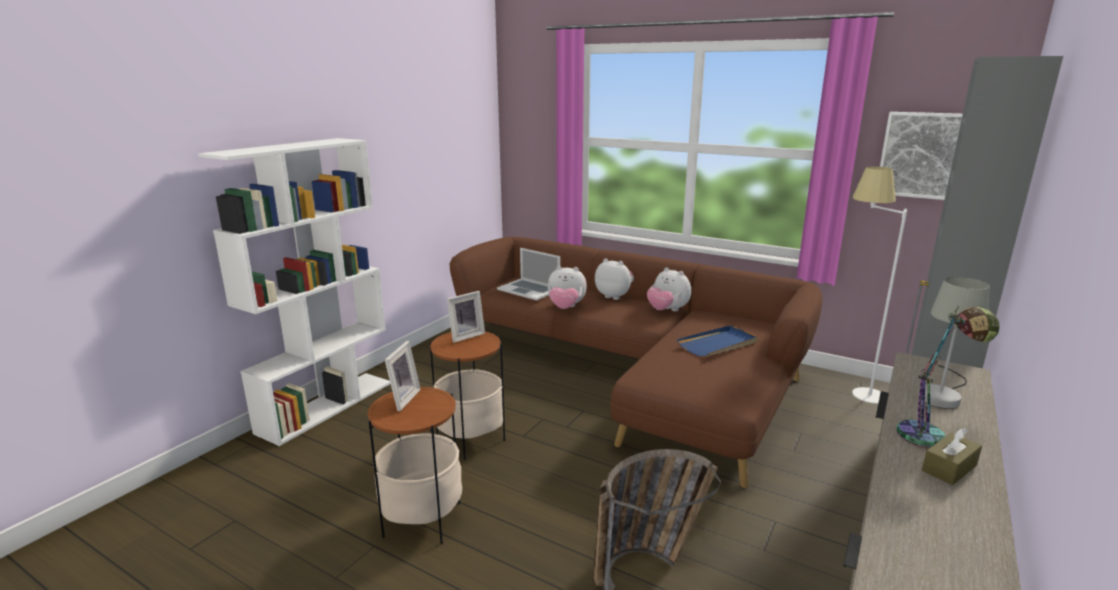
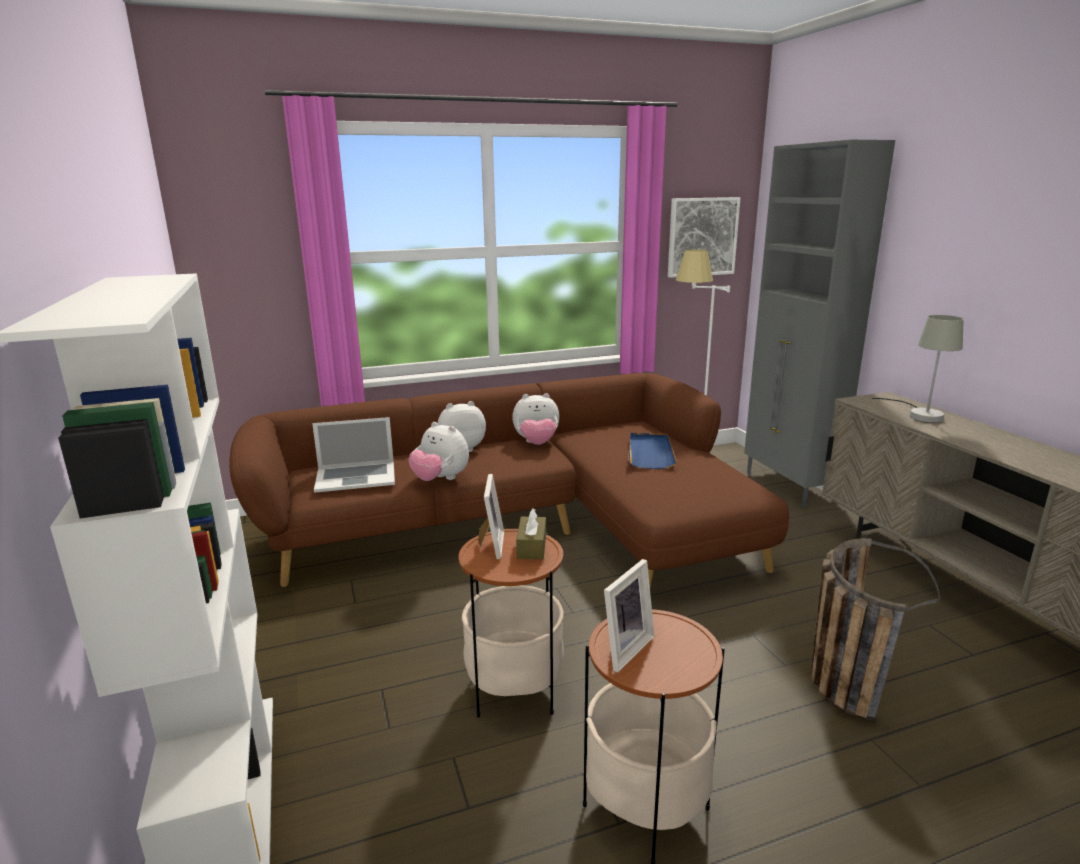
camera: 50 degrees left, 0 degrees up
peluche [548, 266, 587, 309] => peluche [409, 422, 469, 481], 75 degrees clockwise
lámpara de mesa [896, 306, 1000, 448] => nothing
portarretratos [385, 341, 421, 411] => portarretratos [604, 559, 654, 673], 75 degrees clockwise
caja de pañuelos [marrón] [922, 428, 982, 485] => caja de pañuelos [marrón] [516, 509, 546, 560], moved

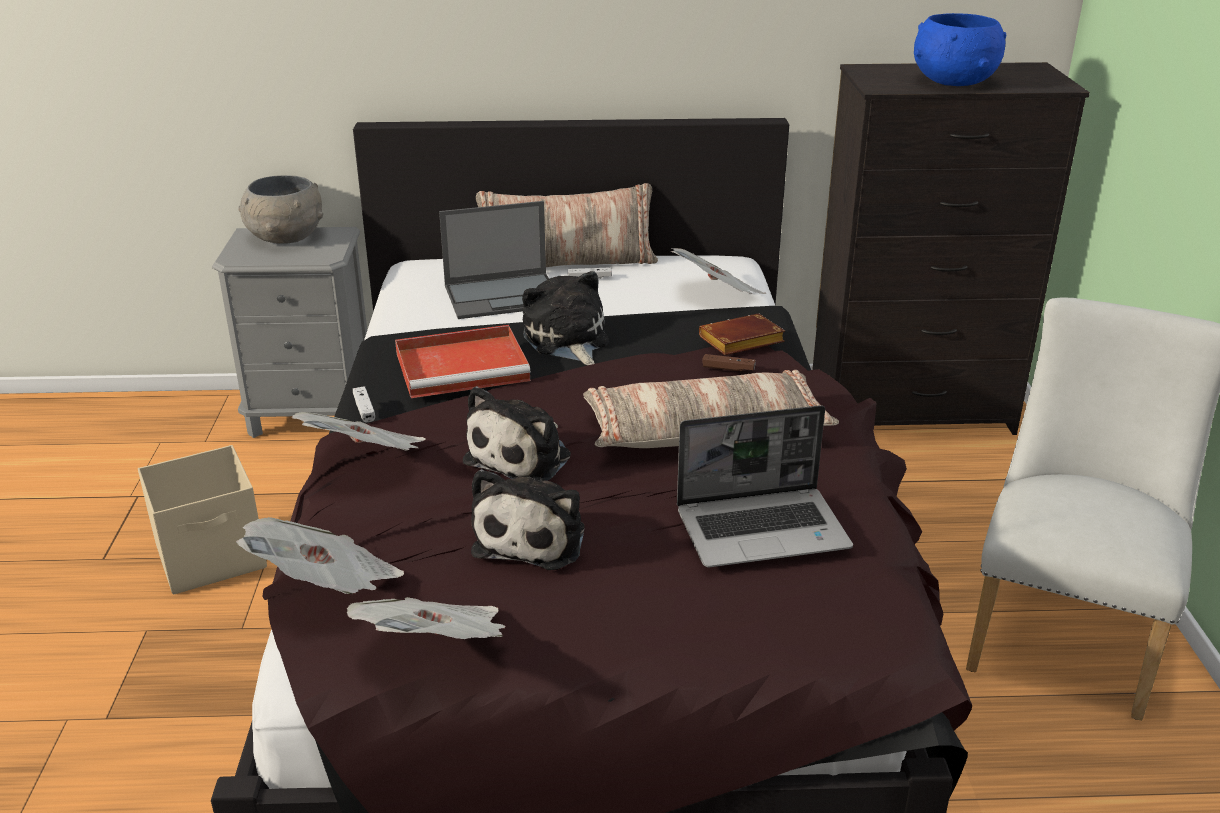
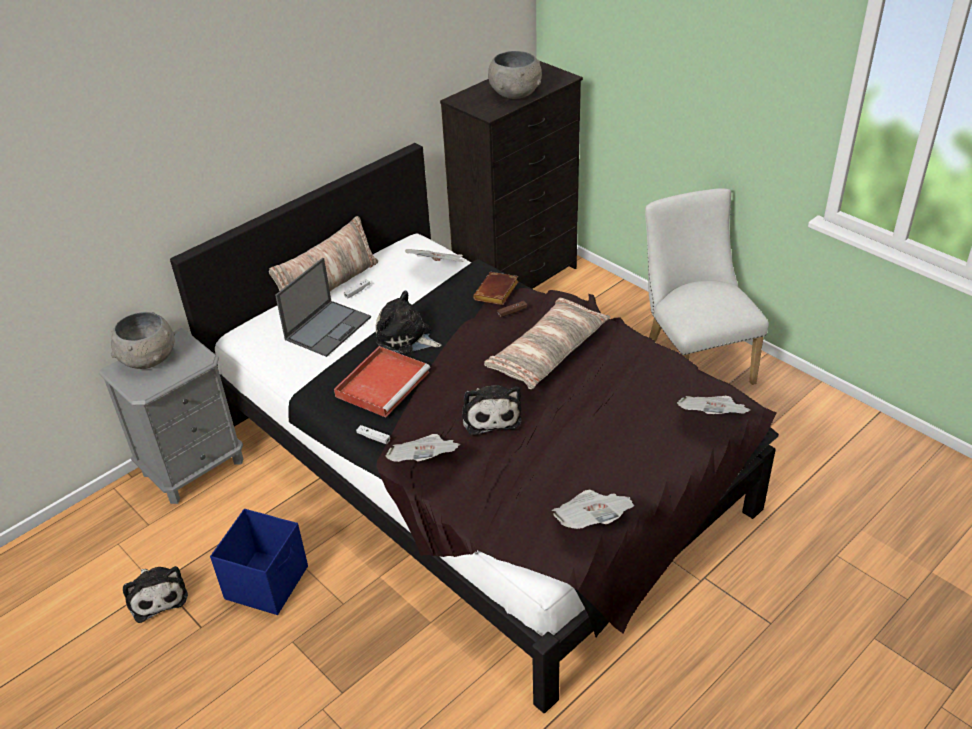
camera: 40 degrees left, 10 degrees up
cuenco [azul] [914, 13, 1006, 86] => cuenco [gris] [488, 51, 542, 99]
portátil [677, 405, 853, 567] => nothing
caja de almacenaje [beis] [138, 445, 267, 595] => caja de almacenaje [azul] [210, 509, 308, 615]
peluche [471, 469, 585, 570] => peluche [123, 566, 188, 623], moved
periódico [236, 517, 404, 594] => periódico [677, 396, 751, 414], moved

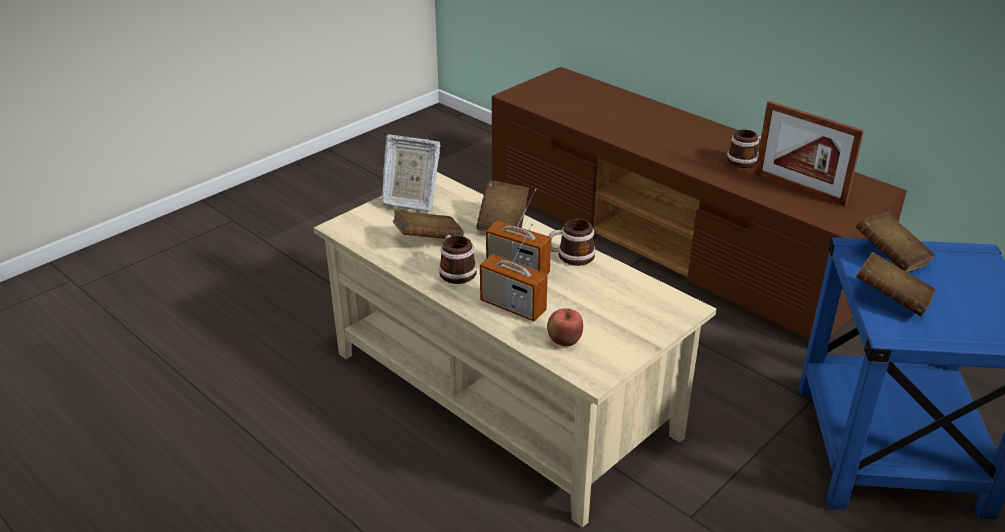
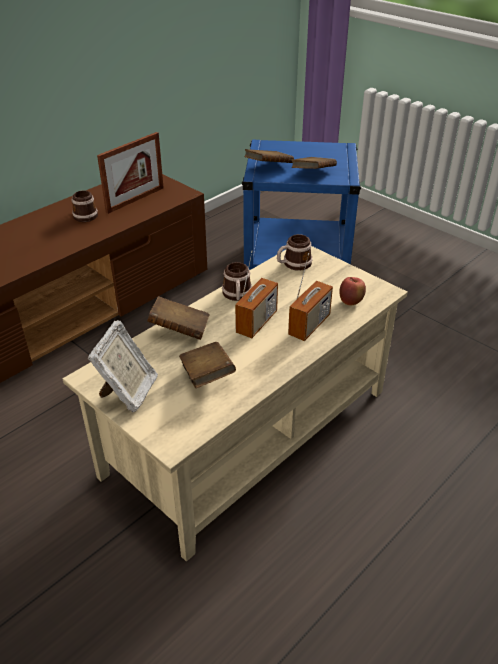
camera: 90 degrees left, 5 degrees up
taza grande [439, 235, 477, 284] => taza grande [277, 234, 312, 271], moved

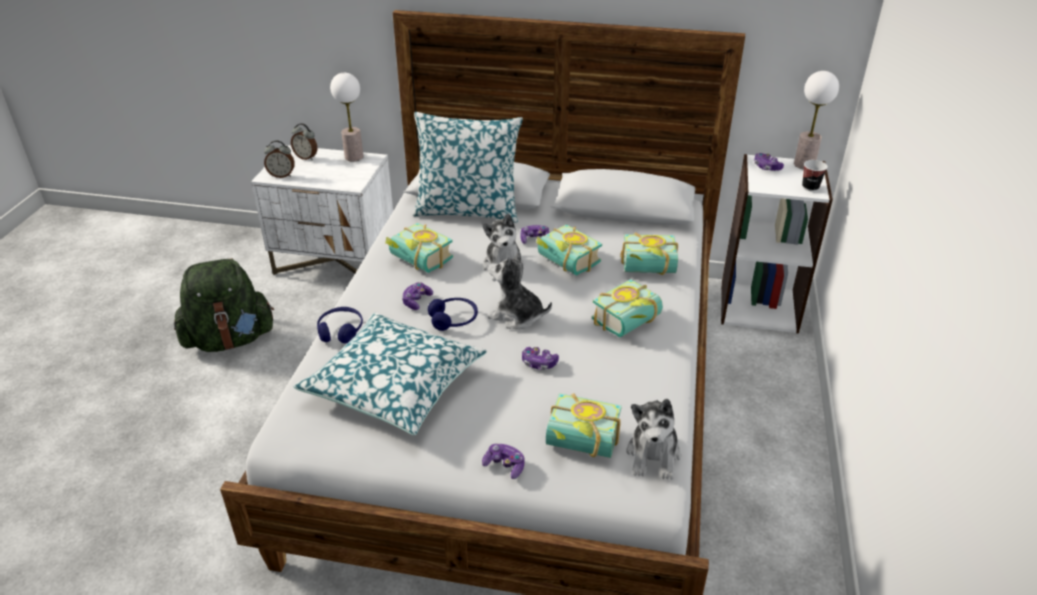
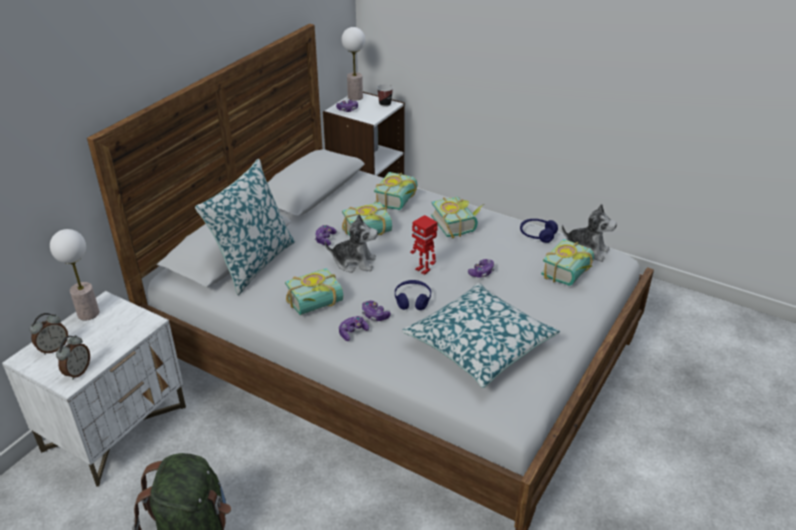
camera: 70 degrees left, 0 degrees up
peluche [488, 252, 552, 329] => robot de juguete [410, 215, 438, 275]
auriculares [azul] [317, 307, 363, 344] => auriculares [azul] [520, 219, 558, 243], moved
mando de consola [482, 443, 524, 479] => mando de consola [339, 316, 369, 341], moved

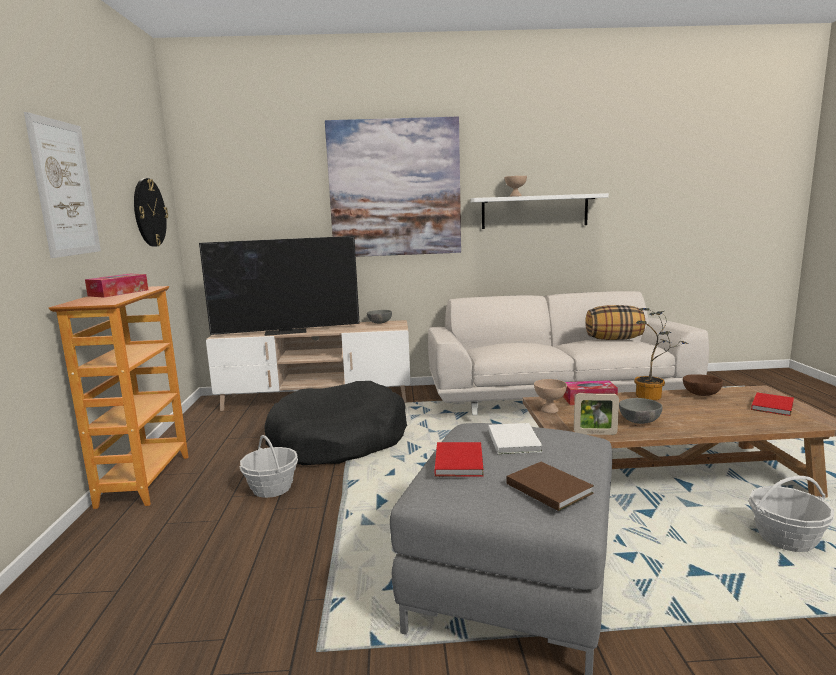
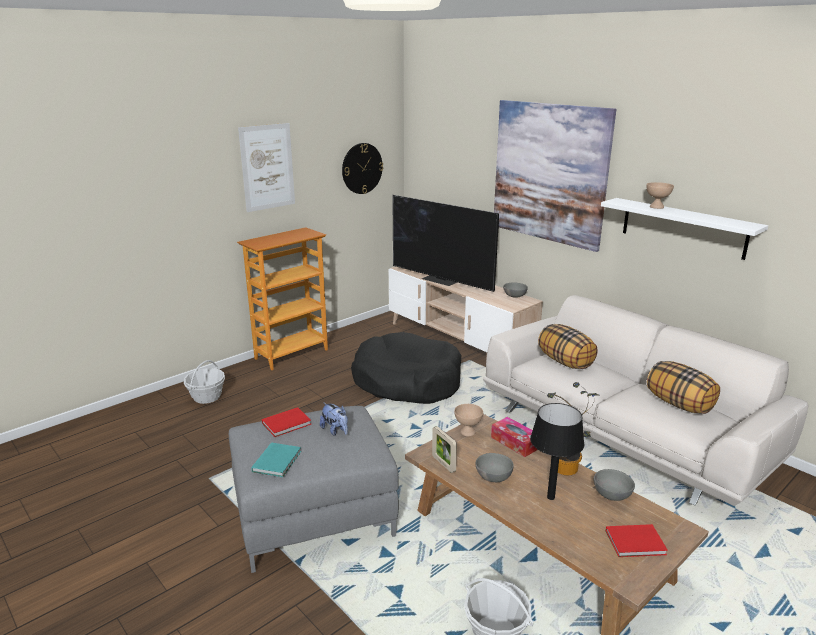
camera: 50 degrees right, 10 degrees up
caja de pañuelos [85, 274, 148, 298] => nothing
cuenco [marrón] [683, 374, 723, 396] => cuenco [gris] [594, 469, 635, 501]
libro [blanco] [488, 423, 542, 454] => peluche [320, 402, 348, 436]
cesta [240, 435, 298, 498] => cesta [184, 360, 225, 404], moved
libro [marrón] [506, 462, 594, 511] => libro [turquesa] [251, 442, 301, 477]
nothing => cojín [538, 324, 598, 369]
nothing => lámpara de mesa [negro] [530, 403, 584, 500]

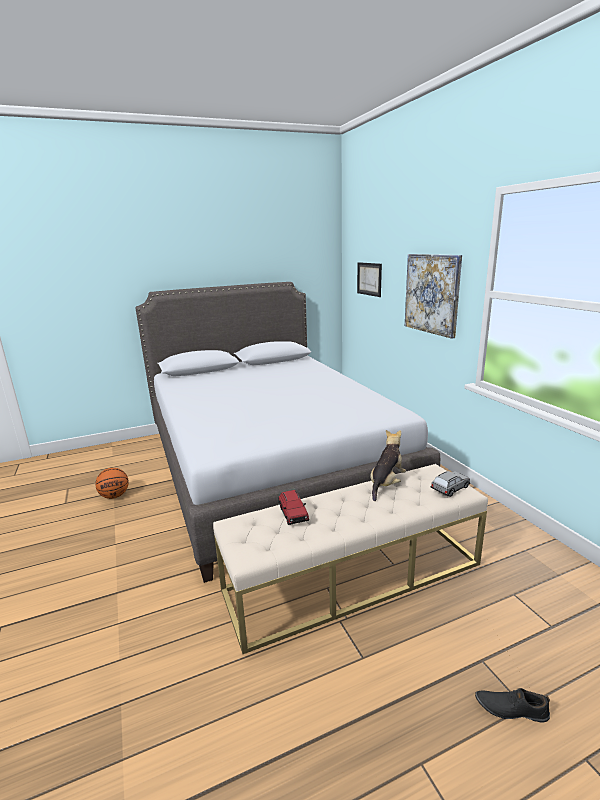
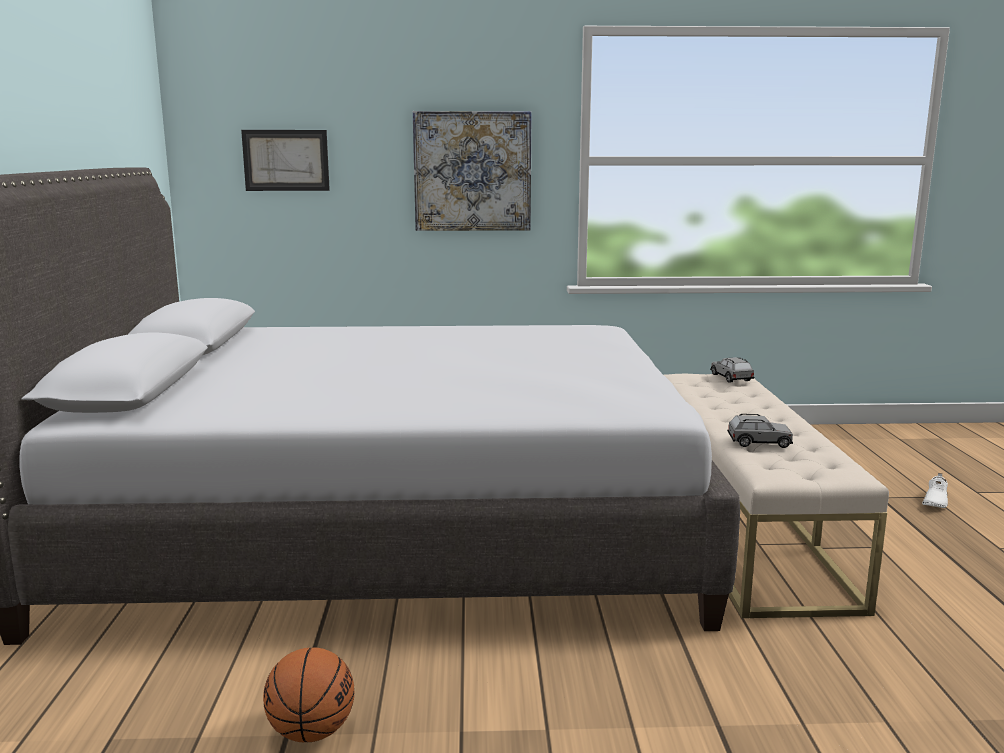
camera: 70 degrees left, 5 degrees down
peluche [370, 430, 406, 501] => nothing
coche de juguete [rojo] [278, 490, 309, 525] => coche de juguete [gris] [727, 414, 793, 448]
zapato [negro] [475, 688, 550, 722] => zapato [blanco] [922, 473, 948, 508]

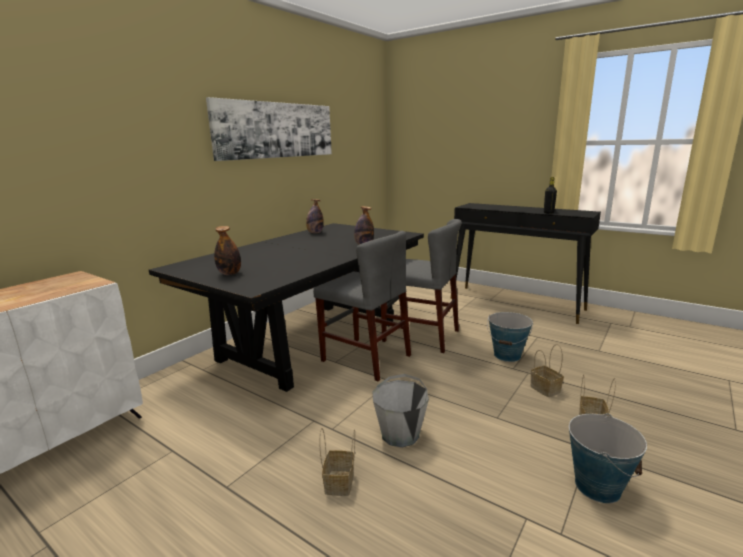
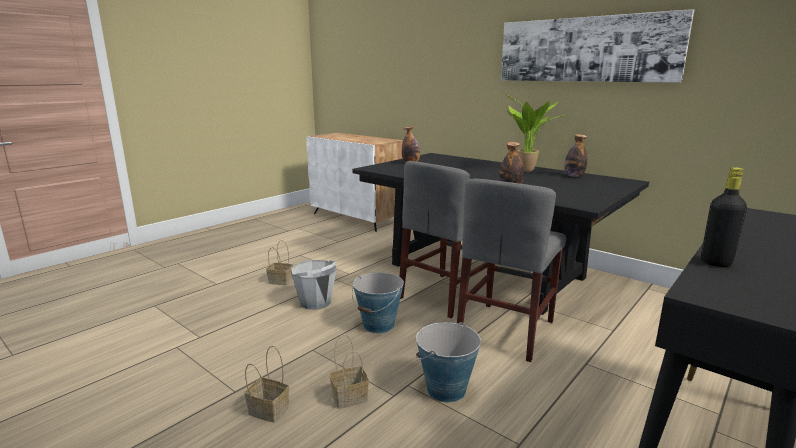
camera: 95 degrees right, 0 degrees up
cubo [569, 413, 647, 503] => cubo [352, 273, 404, 333], moved
nothing => planta en maceta [502, 90, 569, 172]

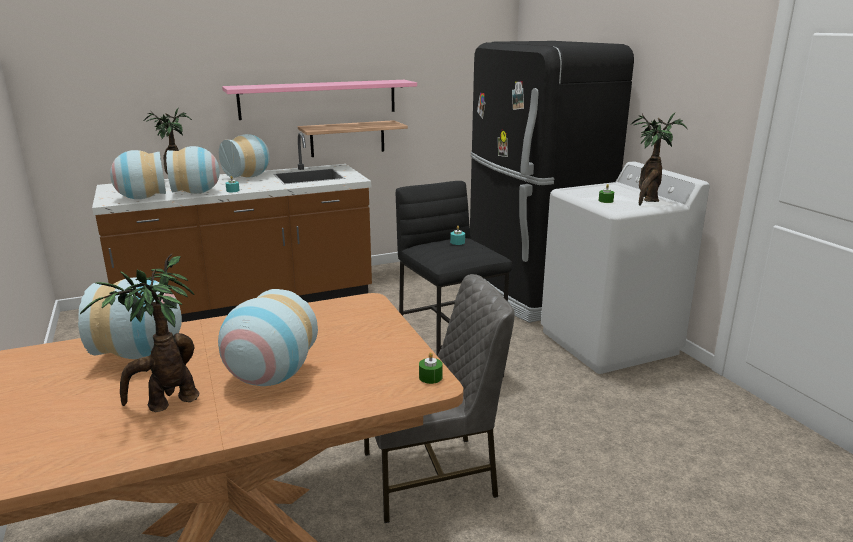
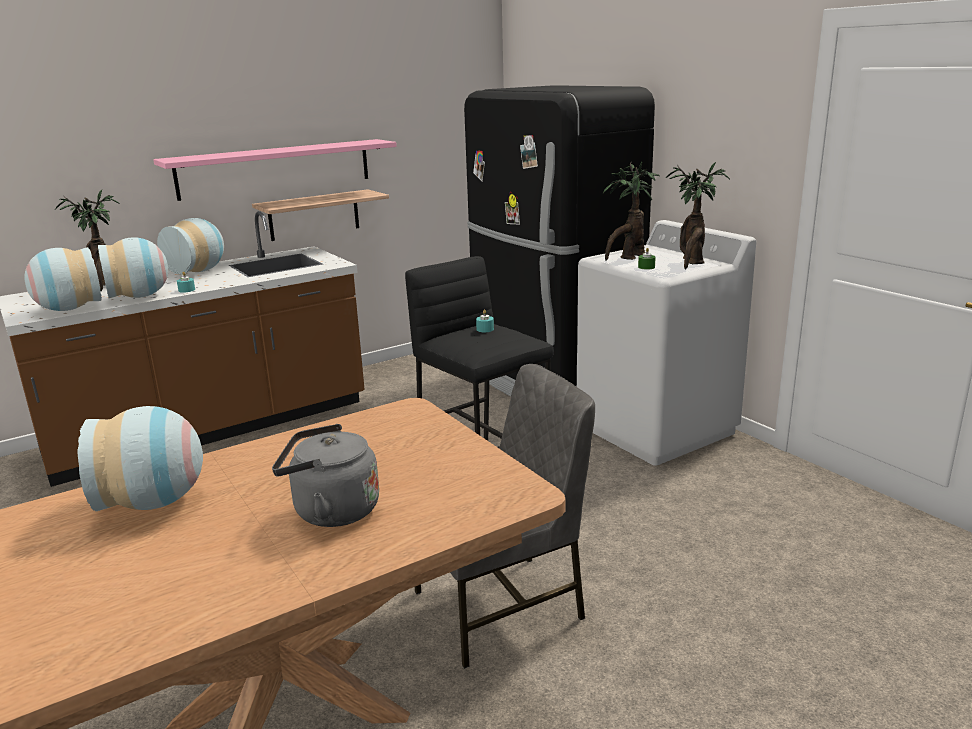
camera: 10 degrees left, 0 degrees up
planta en maceta [80, 254, 199, 412] => planta en maceta [603, 162, 660, 261], moved
florero [218, 289, 318, 386] => hervidor [gris] [272, 424, 379, 527]
vela [verde] [419, 352, 443, 384] => nothing

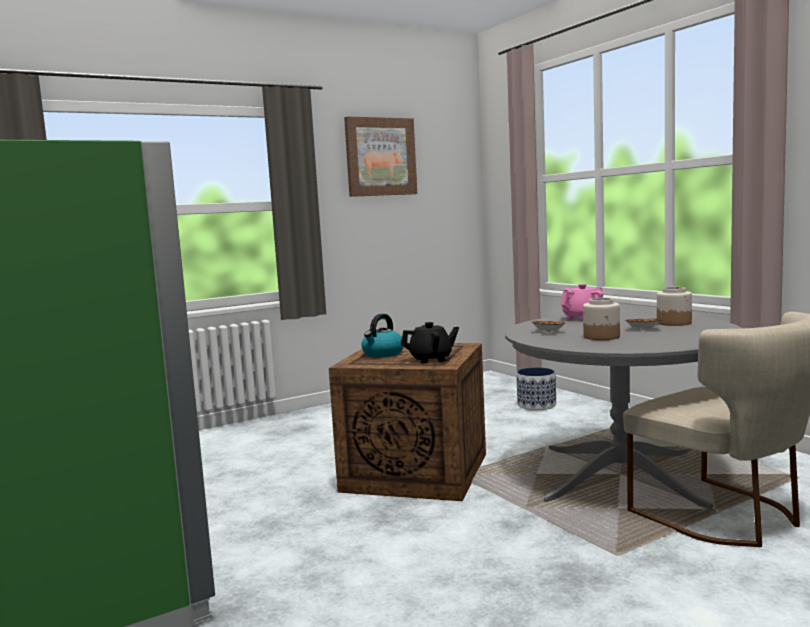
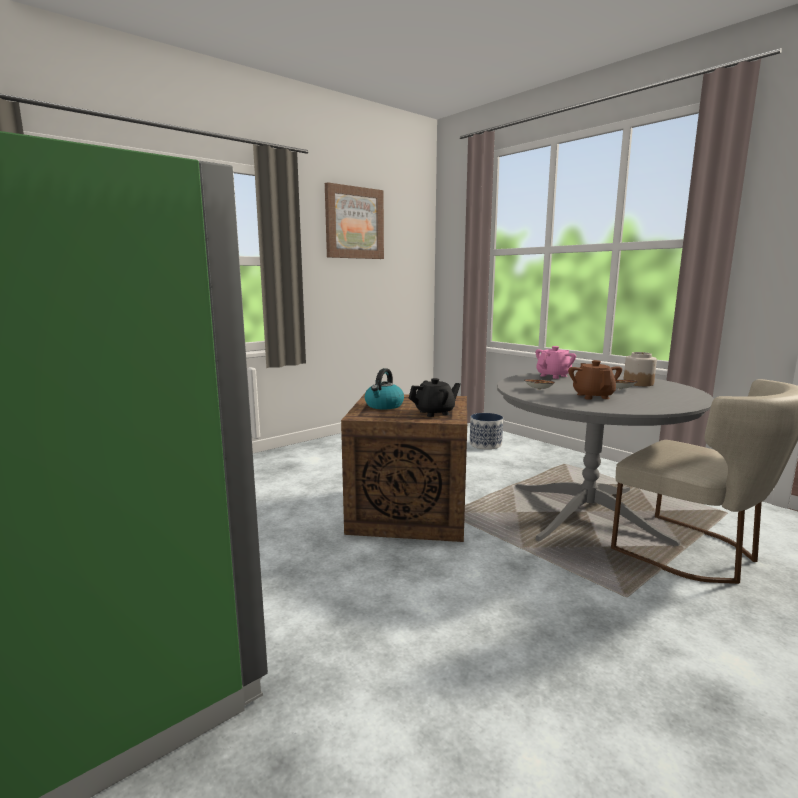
camera: 10 degrees left, 5 degrees up
tarro [583, 298, 620, 340] => tetera [marrón] [568, 360, 622, 400]

